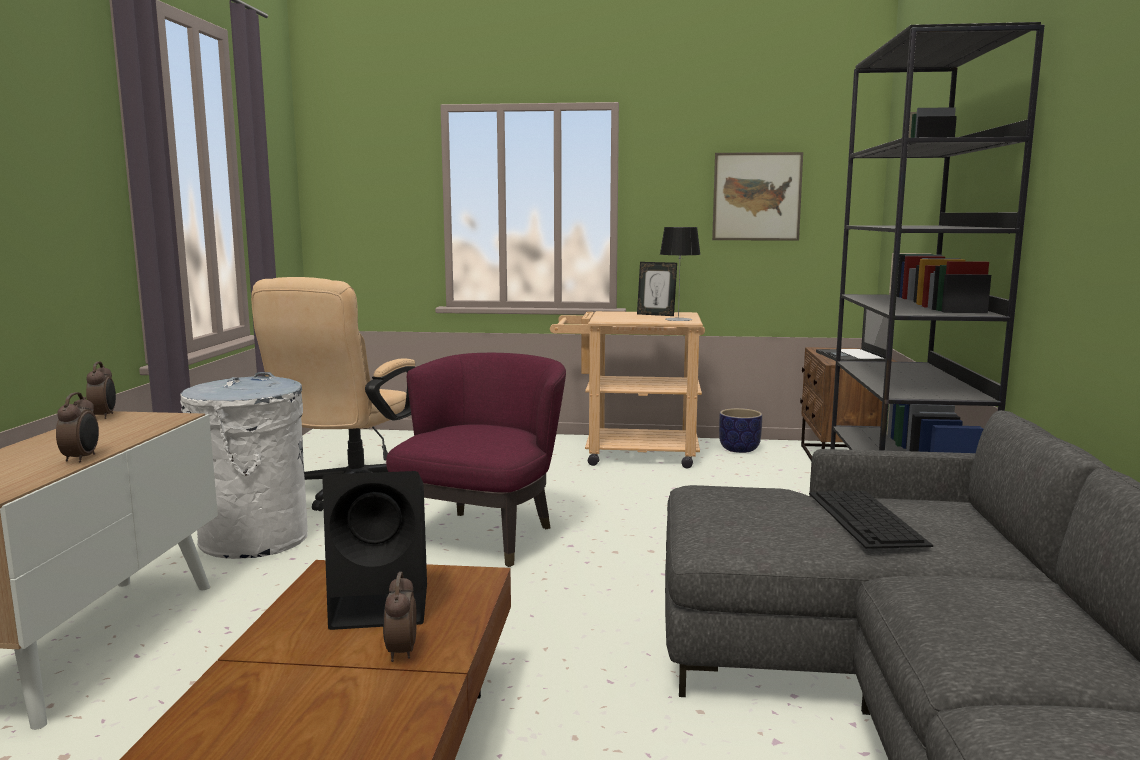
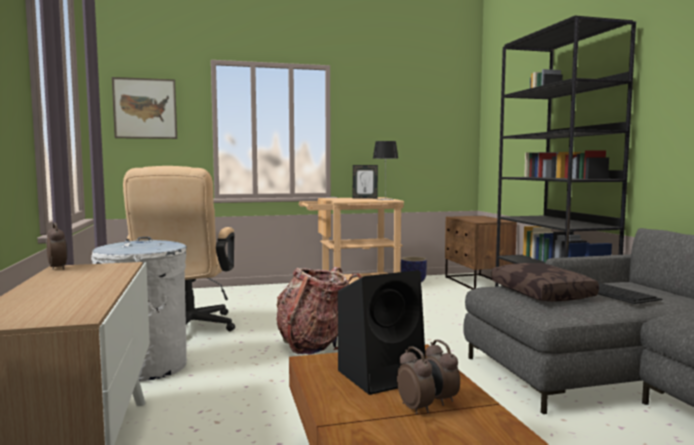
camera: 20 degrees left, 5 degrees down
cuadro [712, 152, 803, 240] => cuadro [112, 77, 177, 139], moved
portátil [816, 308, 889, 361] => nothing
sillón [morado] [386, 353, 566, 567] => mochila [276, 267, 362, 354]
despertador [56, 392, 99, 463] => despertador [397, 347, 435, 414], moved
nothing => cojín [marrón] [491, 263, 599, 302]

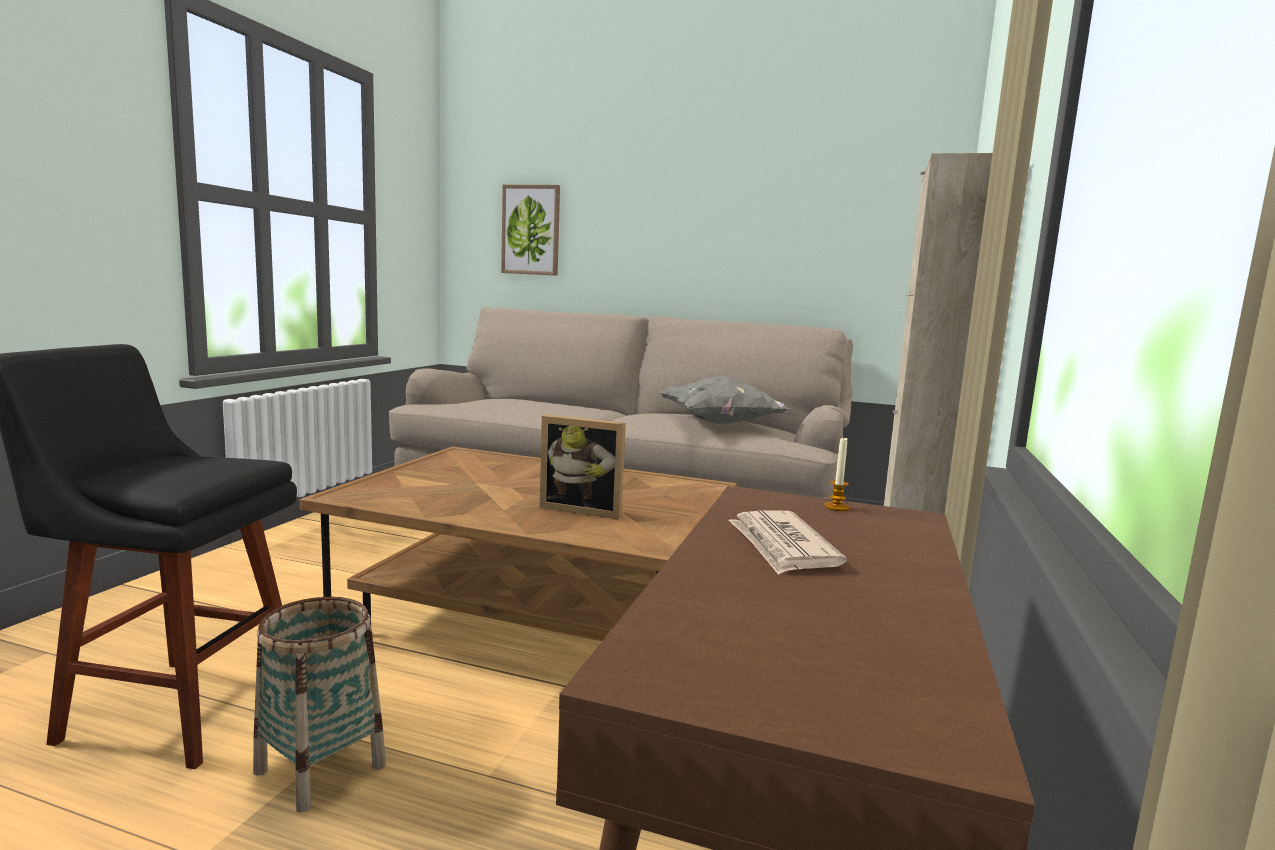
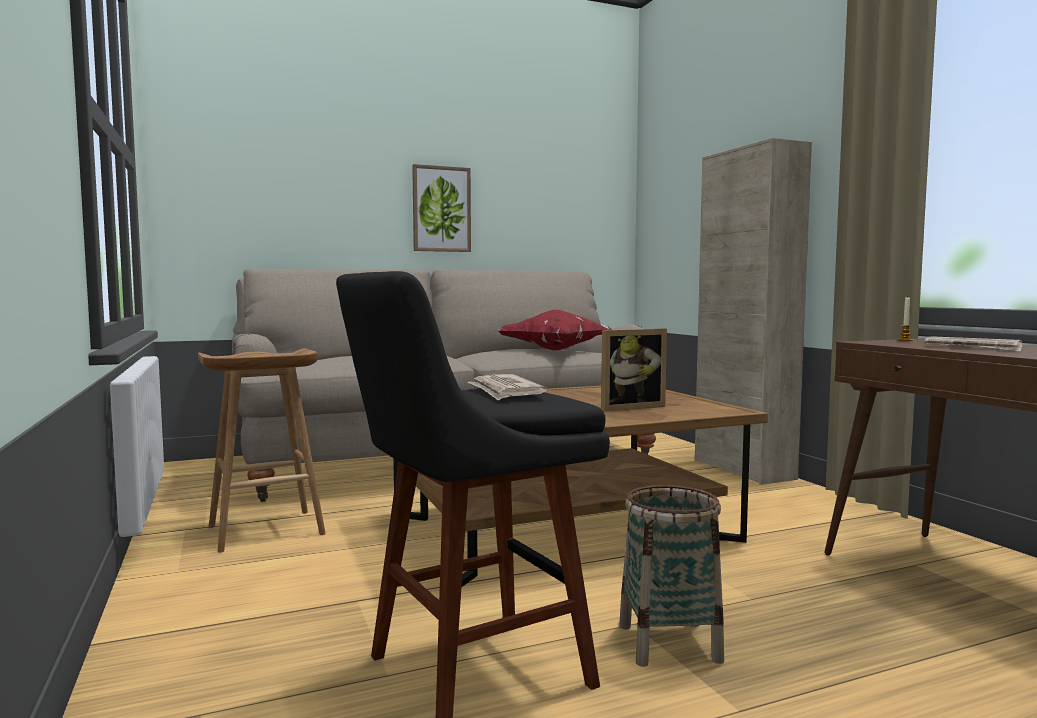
camera: 40 degrees left, 5 degrees down
cuadro [501, 185, 560, 276] => cuadro [412, 164, 471, 252], moved
cojín [gris] [660, 376, 790, 424] => cojín [rojo] [497, 310, 612, 350]
nothing => taburete [marrón] [198, 348, 326, 553]
nothing => periódico [468, 374, 547, 401]

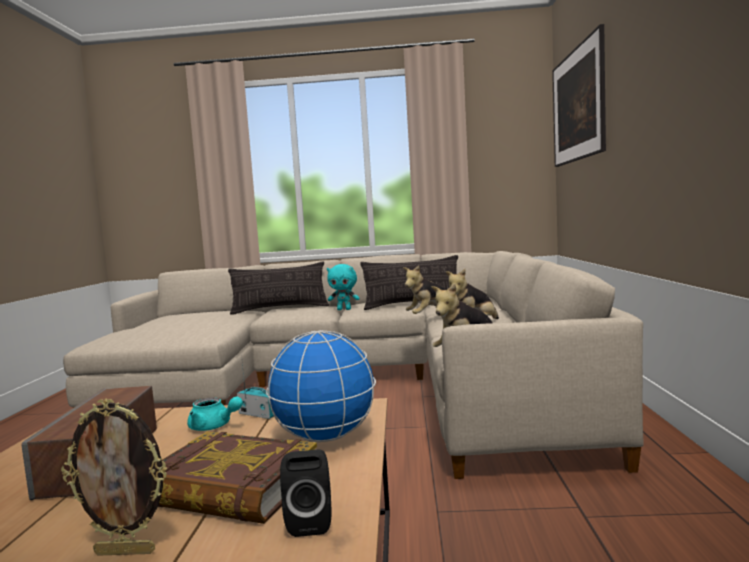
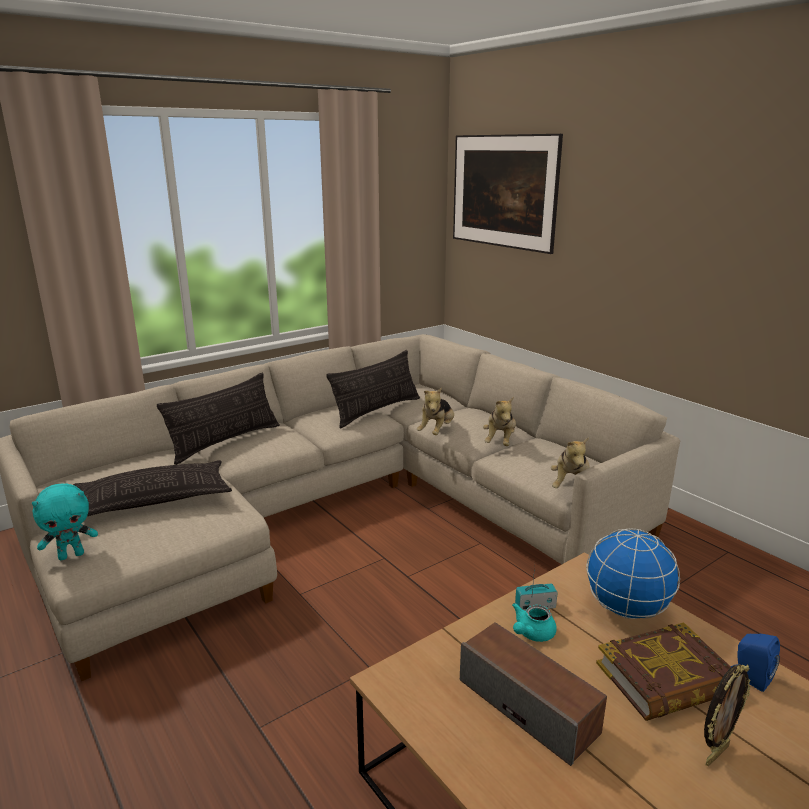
camera: 40 degrees left, 15 degrees up
peluche [turquesa] [327, 264, 360, 310] => peluche [turquesa] [32, 484, 98, 560], moved
tetera [turquesa] [187, 397, 243, 431] => tetera [turquesa] [512, 603, 557, 642], 150 degrees clockwise
altavoz [negro] [280, 450, 332, 537] => altavoz [azul] [731, 634, 780, 692]
nothing => cojín [73, 460, 232, 516]

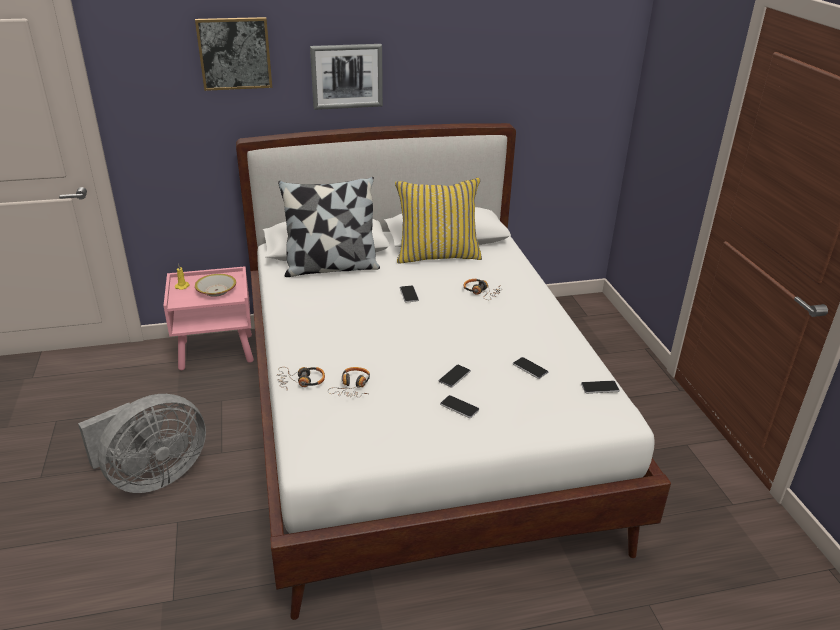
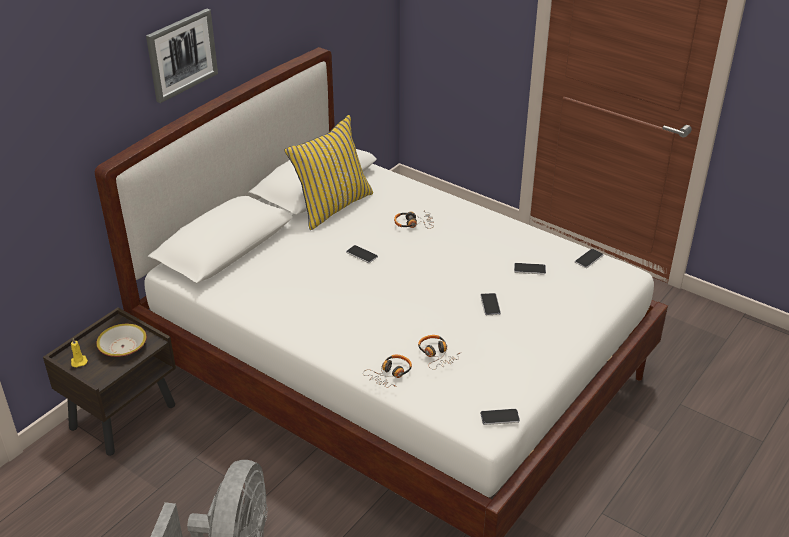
camera: 40 degrees left, 5 degrees up
cuadro [195, 17, 272, 91] => nothing
cojín [278, 177, 380, 277] => nothing
mesita de noche [rosa] [163, 266, 254, 370] => mesita de noche [marrón] [43, 307, 176, 456]
móvil [440, 395, 479, 418] => móvil [480, 409, 520, 425], moved

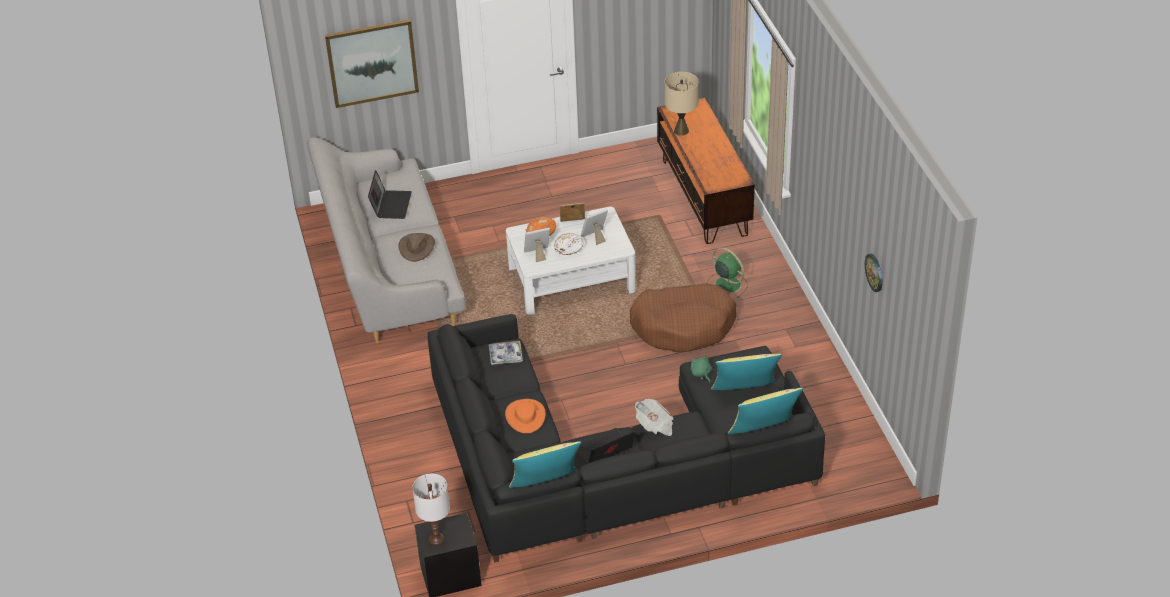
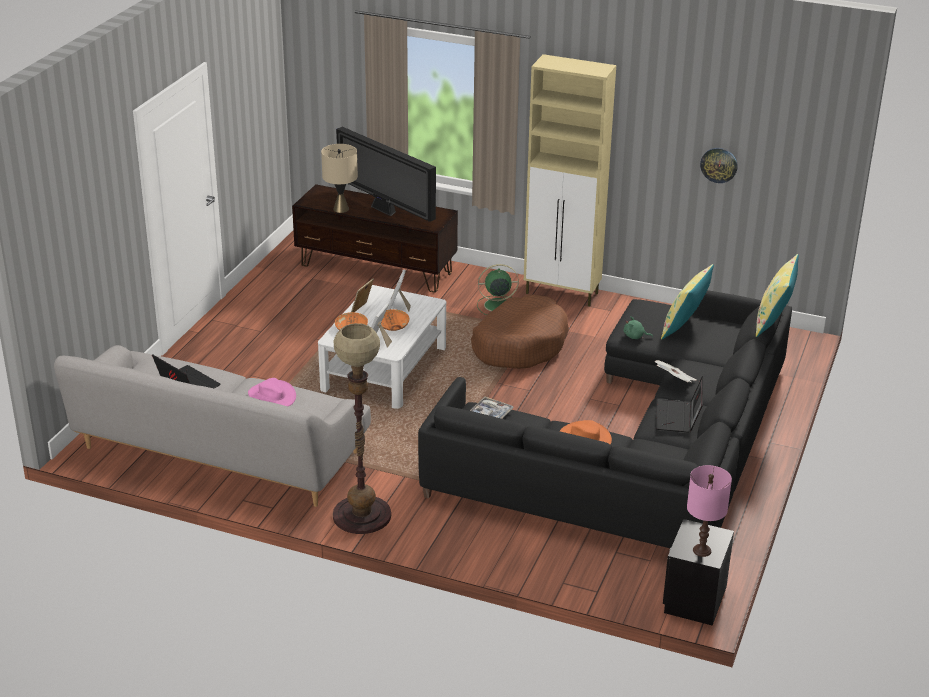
camera: 55 degrees left, 10 degrees down
cuadro [325, 19, 419, 108] => nothing
sombrero [marrón] [398, 233, 435, 262] => sombrero [rosa] [248, 378, 296, 406]
cuenco [blanco] [554, 233, 583, 255] => cuenco [naranja] [381, 309, 409, 331]
cojín [amarillo] [509, 441, 581, 488] => nothing
lámpara de mesa [blanco] [412, 474, 450, 545] => lámpara de mesa [rosa] [687, 465, 732, 557]
nothing => armario [beis] [524, 54, 616, 306]
nothing => televisor [336, 127, 436, 222]
nothing => lámpara de pie [333, 323, 391, 534]

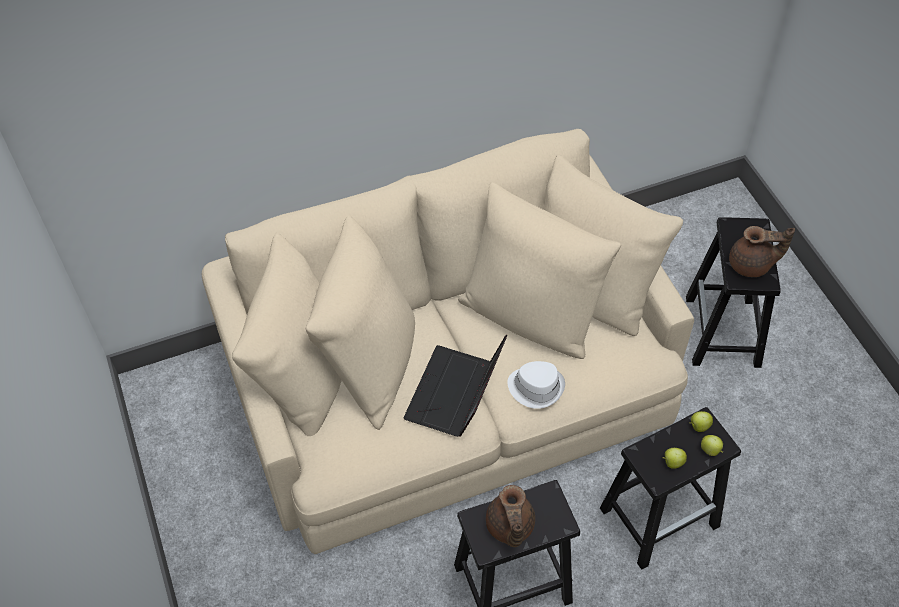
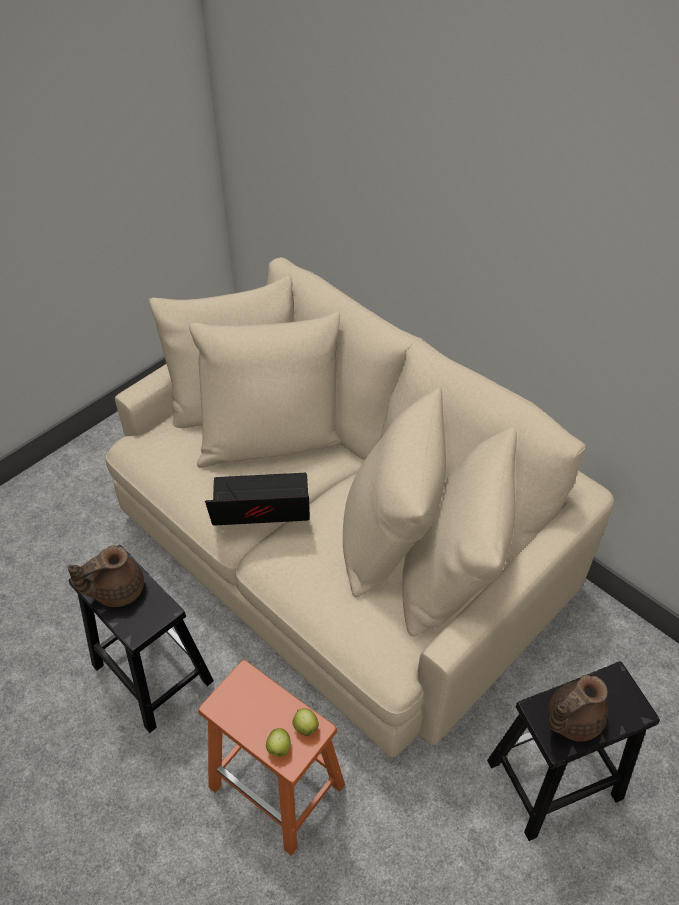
camera: 65 degrees right, 5 degrees down
tetera [marrón] [729, 226, 795, 277] => tetera [marrón] [548, 675, 608, 742], 75 degrees clockwise
sombrero [blanco] [507, 361, 565, 409] => nothing
taburete [negro] [600, 407, 741, 570] => taburete [naranja] [198, 660, 345, 856]
manzana [663, 448, 687, 469] => nothing

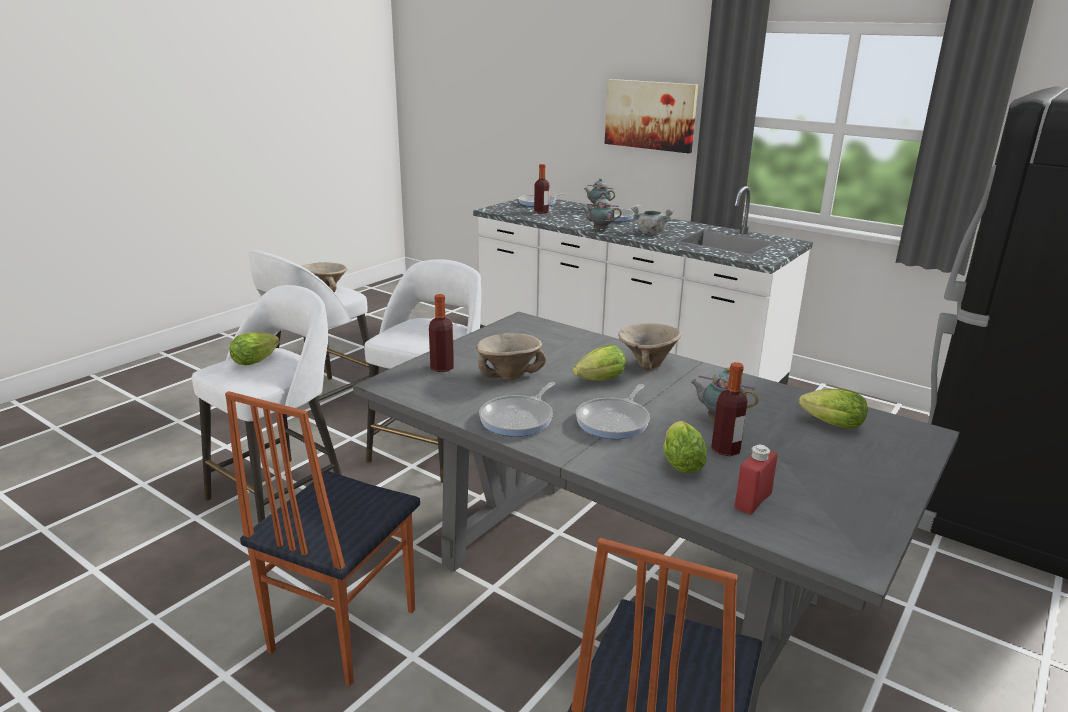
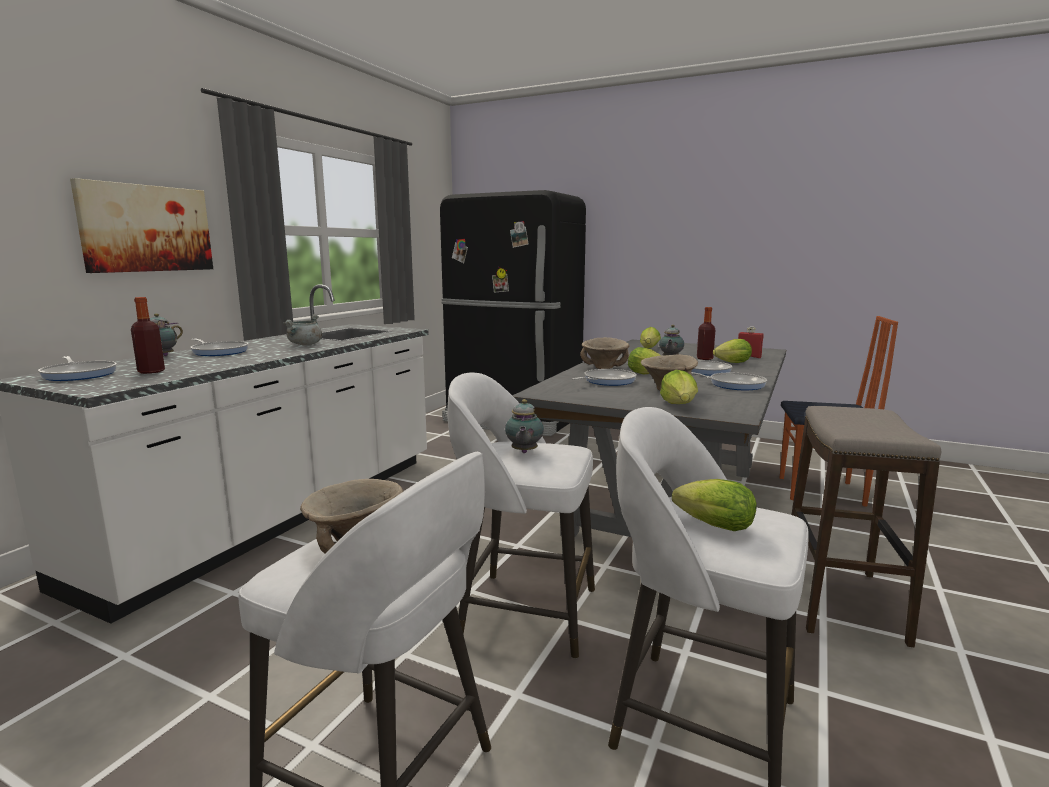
camera: 100 degrees left, 10 degrees down
tetera [581, 196, 622, 230] => tetera [505, 399, 544, 453], moved
botella [429, 294, 454, 372] => lechuga [660, 370, 698, 404]
silla [225, 391, 420, 686] => taburete [791, 406, 941, 647]
nothing => sartén [572, 369, 636, 386]

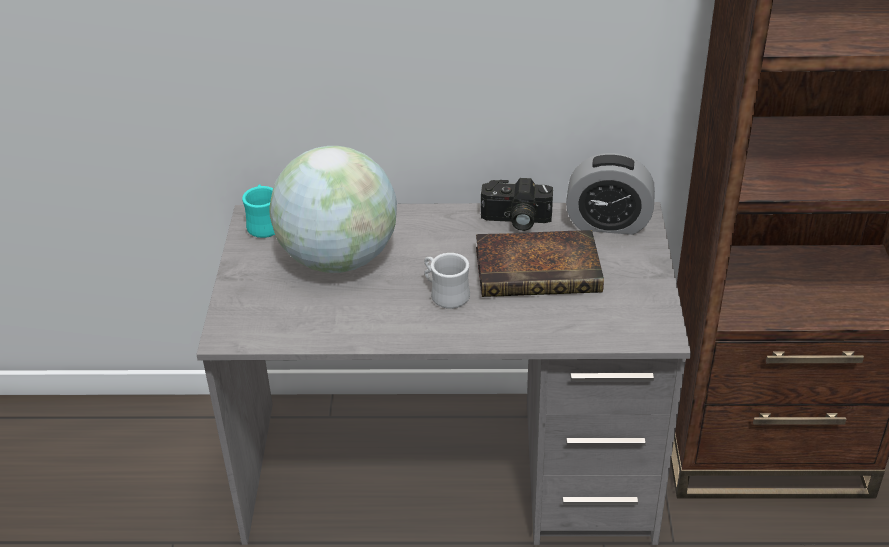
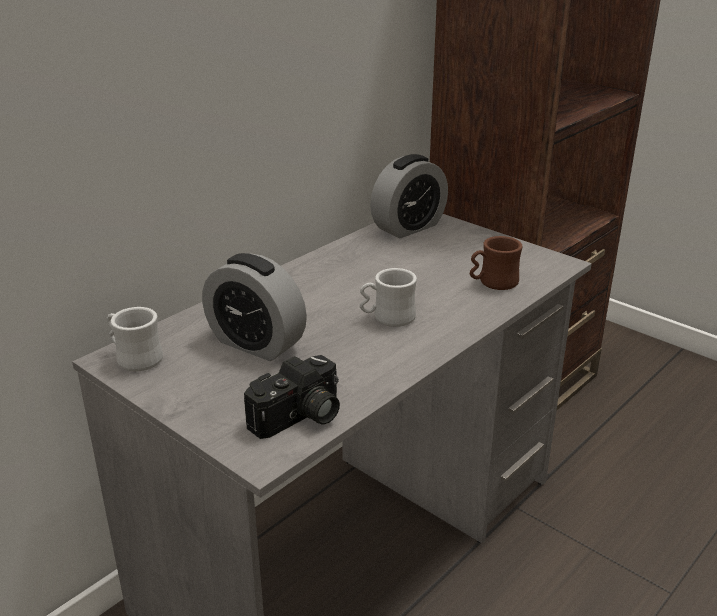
camera: 50 degrees left, 10 degrees down
globo terráqueo [269, 146, 397, 273] => despertador [202, 253, 307, 361]
cámara [481, 178, 553, 231] => cámara [244, 355, 340, 439], moved
taza grande [turquesa] [242, 184, 275, 238] => taza grande [blanco] [107, 307, 163, 371]
libro [476, 230, 604, 297] => nothing
nothing => taza grande [marrón] [470, 236, 523, 290]

